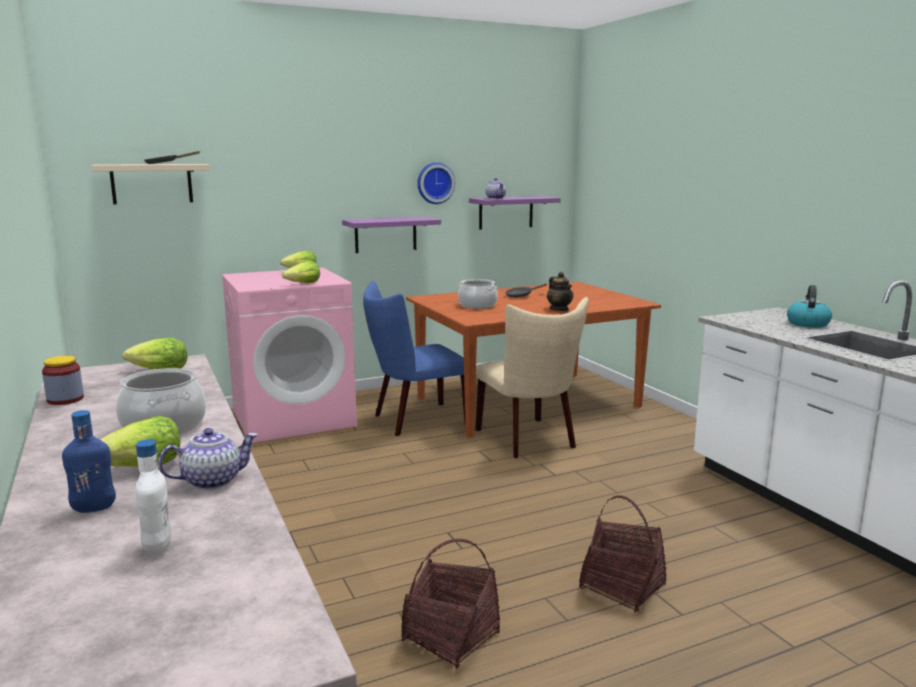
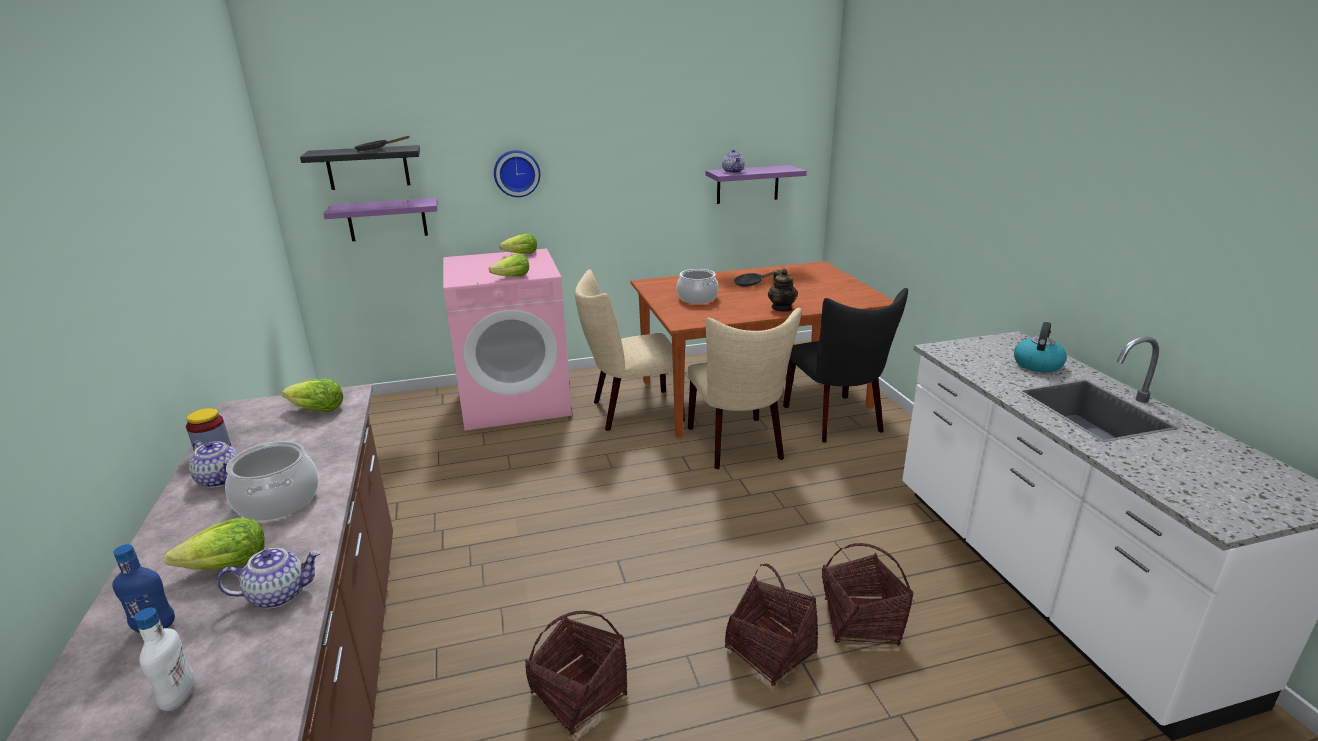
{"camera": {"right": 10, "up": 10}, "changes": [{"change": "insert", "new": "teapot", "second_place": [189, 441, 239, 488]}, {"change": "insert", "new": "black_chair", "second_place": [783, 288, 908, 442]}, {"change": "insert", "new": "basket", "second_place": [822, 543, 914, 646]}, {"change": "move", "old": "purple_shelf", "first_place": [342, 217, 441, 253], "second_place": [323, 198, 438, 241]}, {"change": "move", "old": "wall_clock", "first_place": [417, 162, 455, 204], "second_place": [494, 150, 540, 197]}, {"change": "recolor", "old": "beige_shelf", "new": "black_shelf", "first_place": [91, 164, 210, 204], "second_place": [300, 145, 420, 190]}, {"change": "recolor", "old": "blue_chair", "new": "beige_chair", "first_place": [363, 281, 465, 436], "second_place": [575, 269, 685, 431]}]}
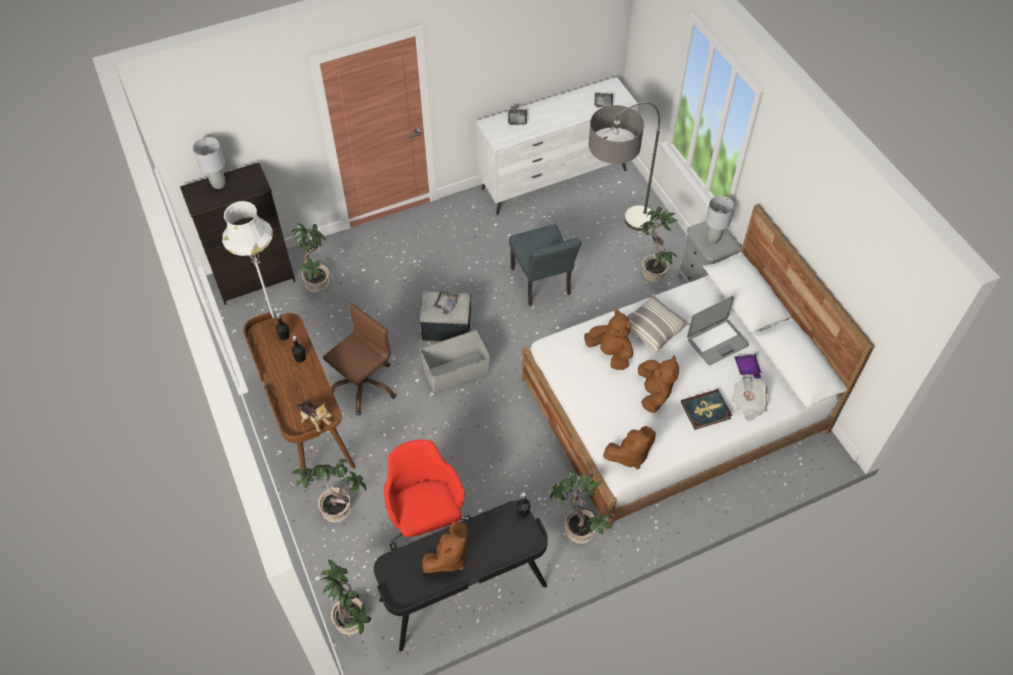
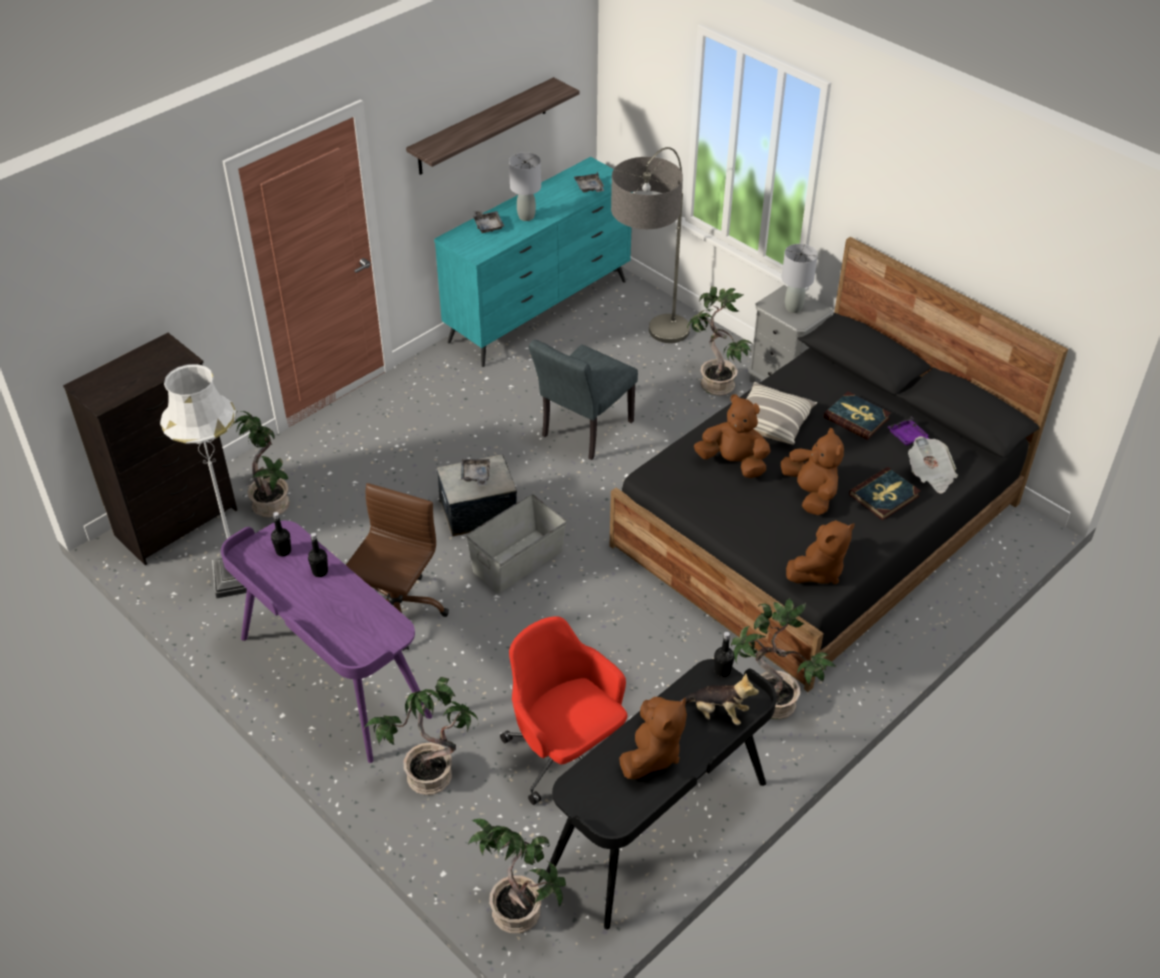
{"camera": {"right": -20, "up": -10}, "changes": [{"change": "insert", "new": "shelf", "second_place": [406, 77, 579, 175]}, {"change": "move", "old": "grey_table_lamp", "first_place": [193, 137, 225, 189], "second_place": [509, 152, 541, 221]}, {"change": "move", "old": "plush_toy", "first_place": [294, 403, 332, 432], "second_place": [680, 674, 759, 725]}, {"change": "replace", "old": "laptop", "new": "book", "first_place": [687, 296, 749, 365], "second_place": [824, 391, 891, 440]}, {"change": "recolor", "old": "brown_desk", "new": "purple_desk", "first_place": [243, 313, 356, 488], "second_place": [221, 521, 432, 763]}, {"change": "recolor", "old": "white_dresser", "new": "turquoise_dresser", "first_place": [476, 77, 639, 215], "second_place": [434, 157, 633, 367]}, {"change": "recolor", "old": "white_bed", "new": "black_bed", "first_place": [522, 204, 875, 530], "second_place": [610, 237, 1068, 692]}, {"change": "rotate", "old": "grey_chair", "first_place": [509, 224, 581, 306], "second_place": [529, 339, 638, 460], "degrees": 75}]}
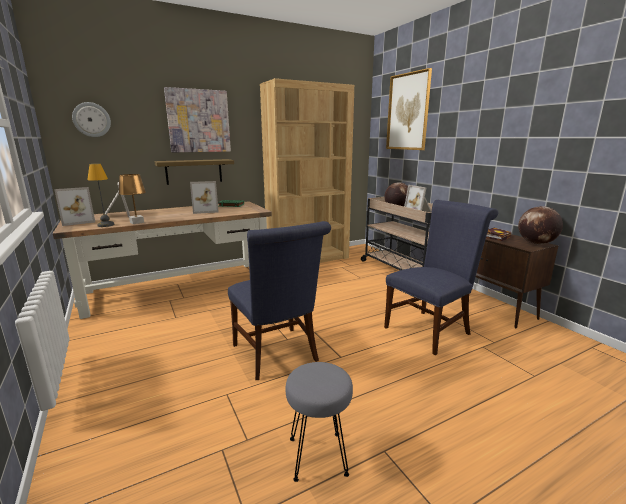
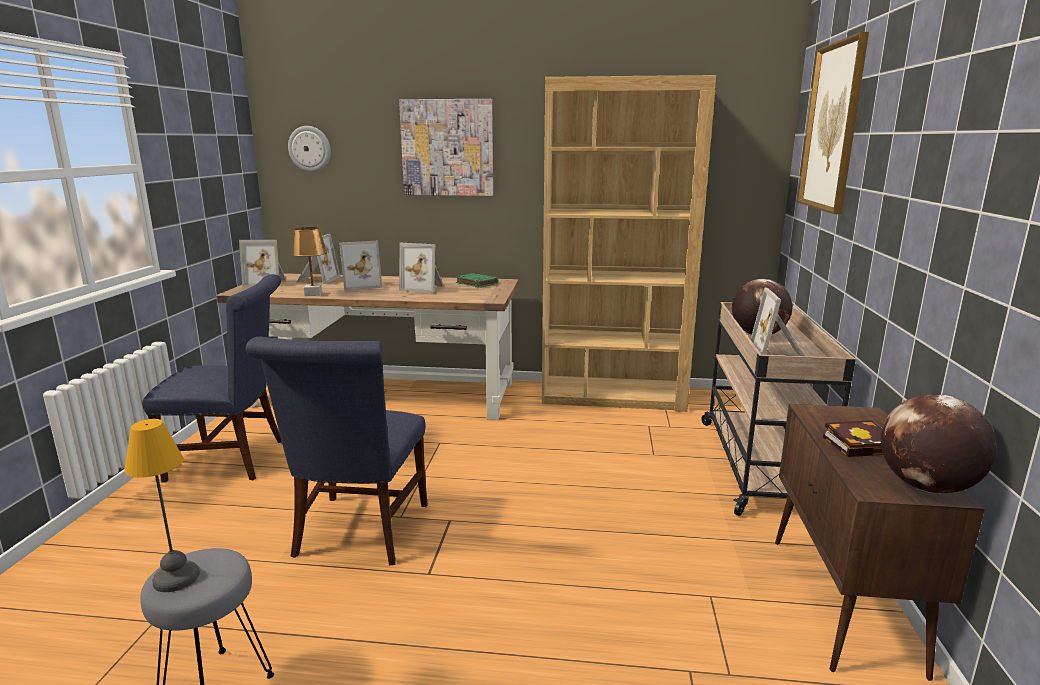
{"camera": {"right": 35, "up": 0}, "changes": [{"change": "delete", "old": "shelf", "first_place": [154, 159, 234, 185]}, {"change": "insert", "new": "picture_frame", "second_place": [339, 241, 382, 291]}, {"change": "move", "old": "table_lamp", "first_place": [87, 164, 115, 227], "second_place": [124, 419, 200, 592]}, {"change": "move", "old": "blue_chair", "first_place": [384, 200, 498, 355], "second_place": [142, 274, 282, 483]}]}
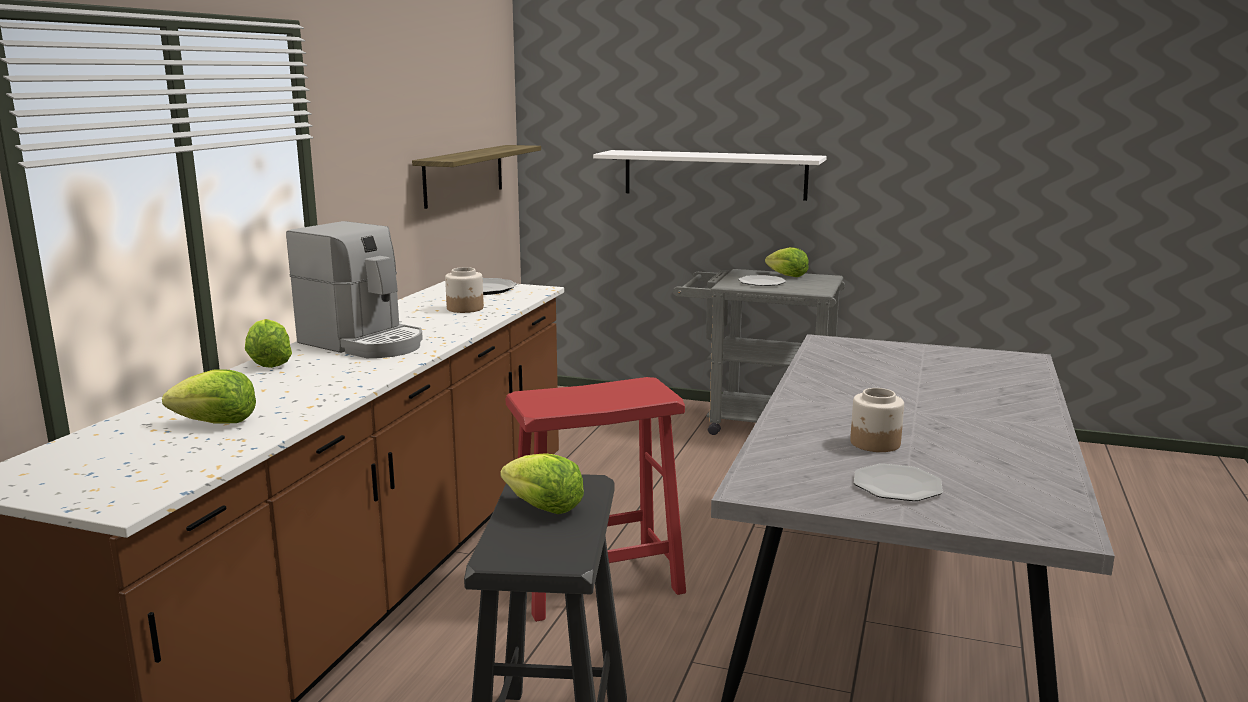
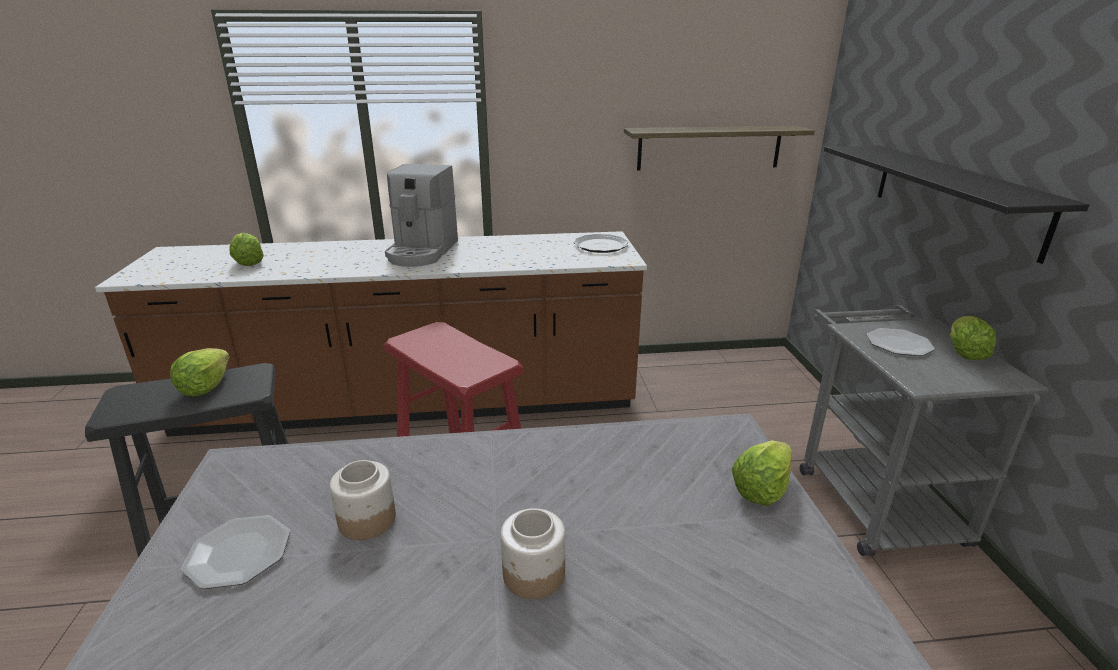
{"camera": {"right": 65, "up": 10}, "changes": [{"change": "move", "old": "lettuce", "first_place": [245, 319, 292, 368], "second_place": [732, 440, 792, 506]}, {"change": "move", "old": "jar", "first_place": [445, 267, 484, 313], "second_place": [501, 508, 565, 599]}, {"change": "recolor", "old": "white_shelf", "new": "black_shelf", "first_place": [593, 150, 827, 201], "second_place": [824, 145, 1089, 264]}]}
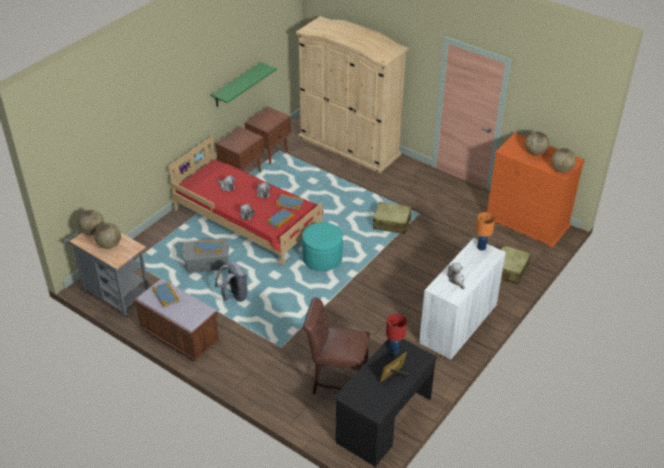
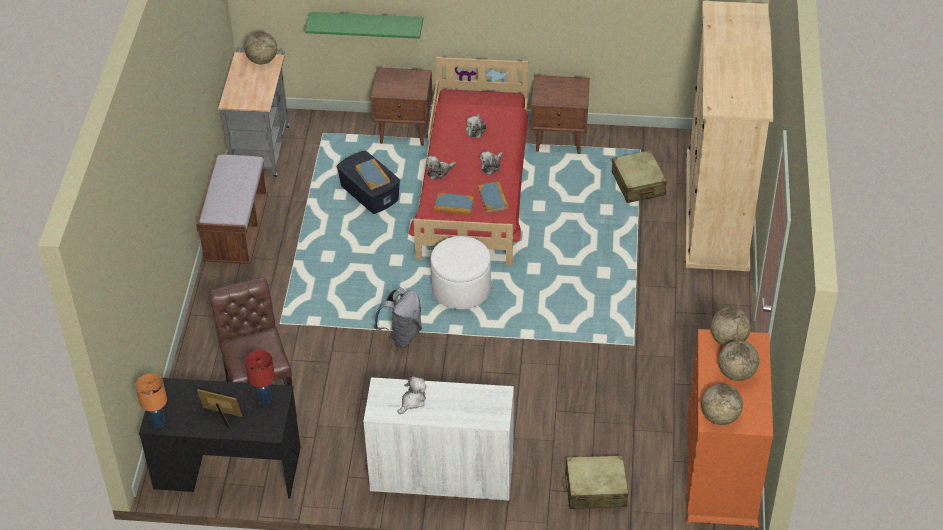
{"camera": {"right": 60, "up": 5}, "changes": [{"change": "delete", "old": "book", "first_place": [153, 282, 179, 307]}, {"change": "move", "old": "globe", "first_place": [95, 223, 121, 249], "second_place": [711, 307, 751, 346]}, {"change": "move", "old": "green_shelf", "first_place": [211, 62, 277, 107], "second_place": [305, 12, 423, 39]}, {"change": "move", "old": "grey_backpack", "first_place": [215, 261, 248, 302], "second_place": [374, 287, 422, 348]}, {"change": "move", "old": "brown_nightstand", "first_place": [245, 106, 291, 164], "second_place": [371, 67, 432, 146]}, {"change": "move", "old": "beige_suitcase", "first_place": [373, 202, 412, 234], "second_place": [612, 150, 667, 203]}, {"change": "move", "old": "orange_table_lamp", "first_place": [475, 212, 495, 251], "second_place": [135, 374, 167, 428]}, {"change": "recolor", "old": "grey_storage_box", "new": "blue_storage_box", "first_place": [182, 239, 229, 273], "second_place": [336, 151, 400, 214]}, {"change": "recolor", "old": "turquoise_ottoman", "new": "white_ottoman", "first_place": [302, 222, 343, 271], "second_place": [430, 236, 491, 309]}]}
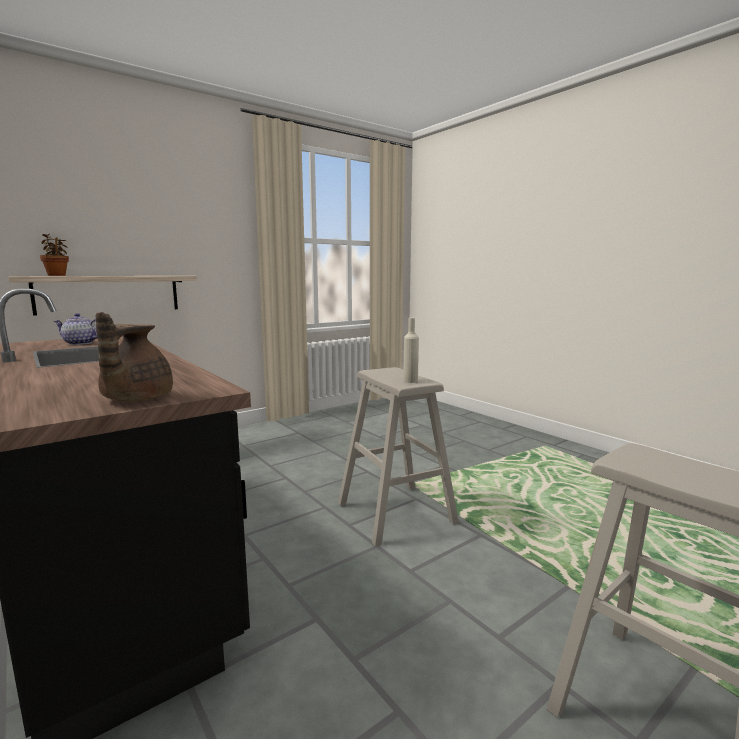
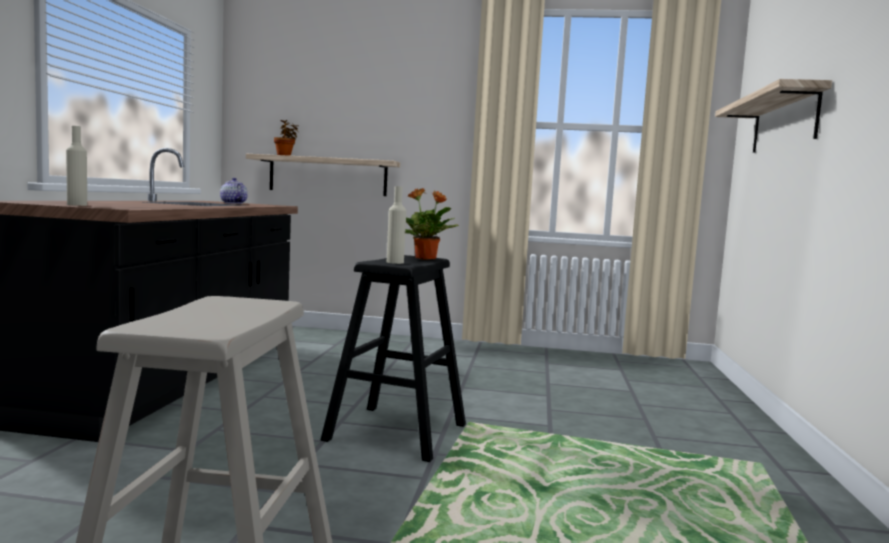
{"camera": {"right": 45, "up": -5}, "changes": [{"change": "insert", "new": "potted_plant", "second_place": [405, 188, 459, 260]}, {"change": "insert", "new": "shelf", "second_place": [715, 79, 832, 153]}, {"change": "replace", "old": "brown_teapot", "new": "beige_bottle", "first_place": [96, 312, 173, 401], "second_place": [66, 126, 87, 206]}, {"change": "recolor", "old": "beige_stool", "new": "black_stool", "first_place": [338, 367, 459, 547], "second_place": [321, 255, 466, 462]}]}
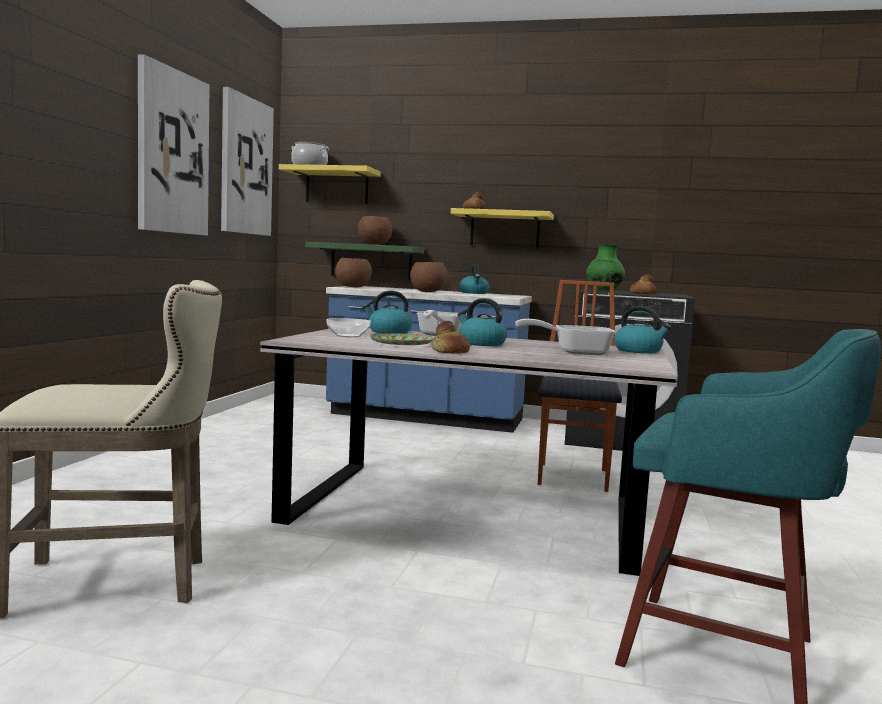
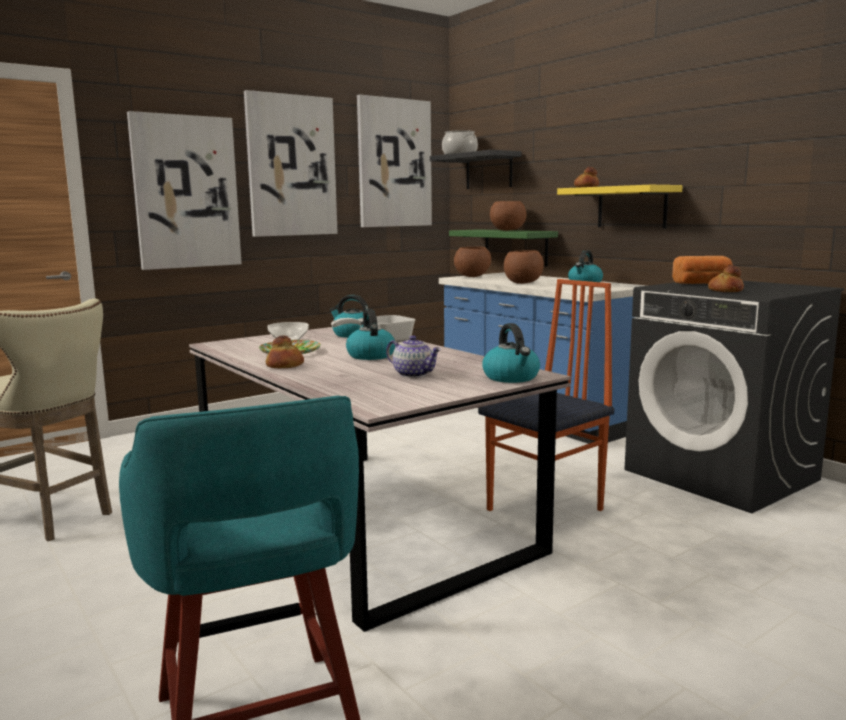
{"camera": {"right": 40, "up": 5}, "changes": [{"change": "insert", "new": "picture", "second_place": [127, 111, 242, 270]}, {"change": "replace", "old": "frying_pan", "new": "teapot", "first_place": [515, 319, 616, 355], "second_place": [386, 335, 441, 378]}, {"change": "replace", "old": "green_vase", "new": "bread", "first_place": [586, 244, 625, 291], "second_place": [672, 256, 733, 284]}, {"change": "recolor", "old": "yellow_shelf", "new": "black_shelf", "first_place": [279, 164, 381, 204], "second_place": [430, 150, 522, 189]}]}
